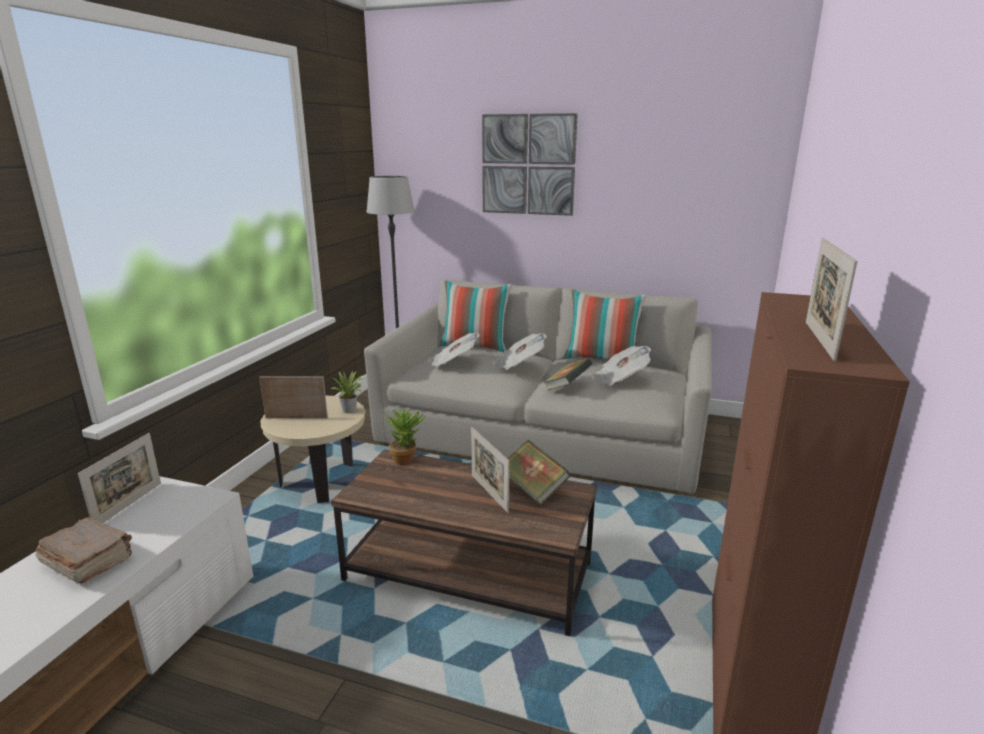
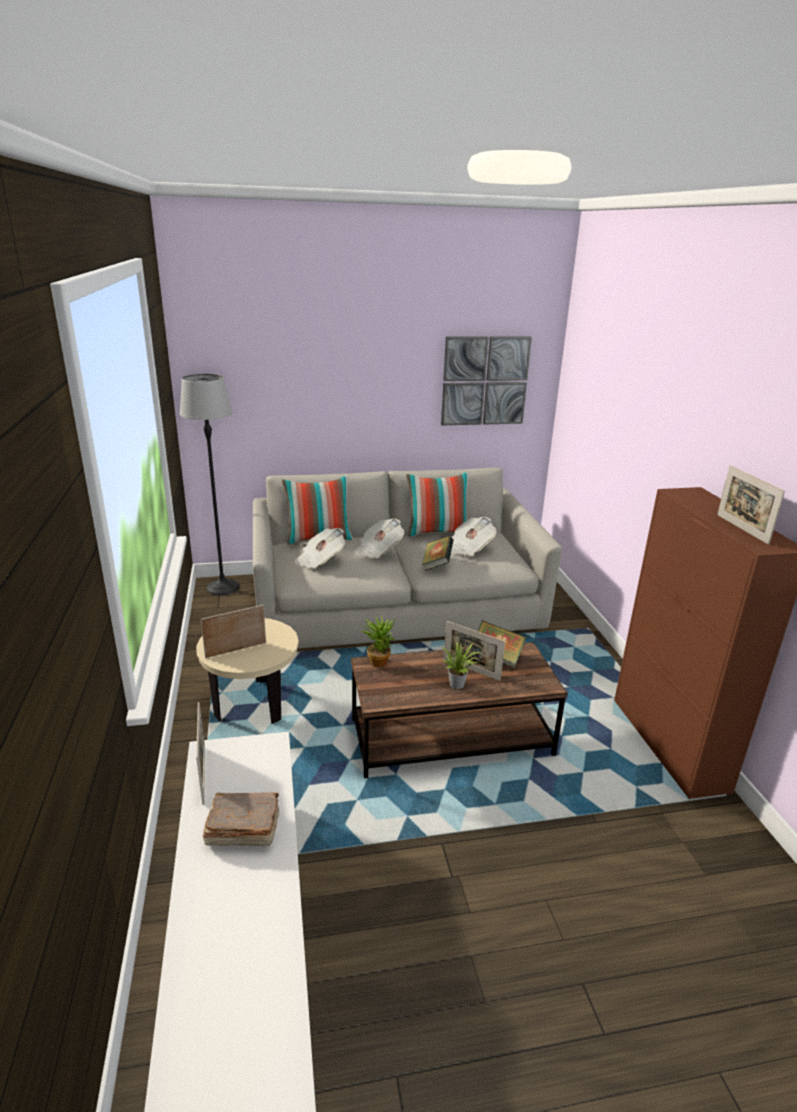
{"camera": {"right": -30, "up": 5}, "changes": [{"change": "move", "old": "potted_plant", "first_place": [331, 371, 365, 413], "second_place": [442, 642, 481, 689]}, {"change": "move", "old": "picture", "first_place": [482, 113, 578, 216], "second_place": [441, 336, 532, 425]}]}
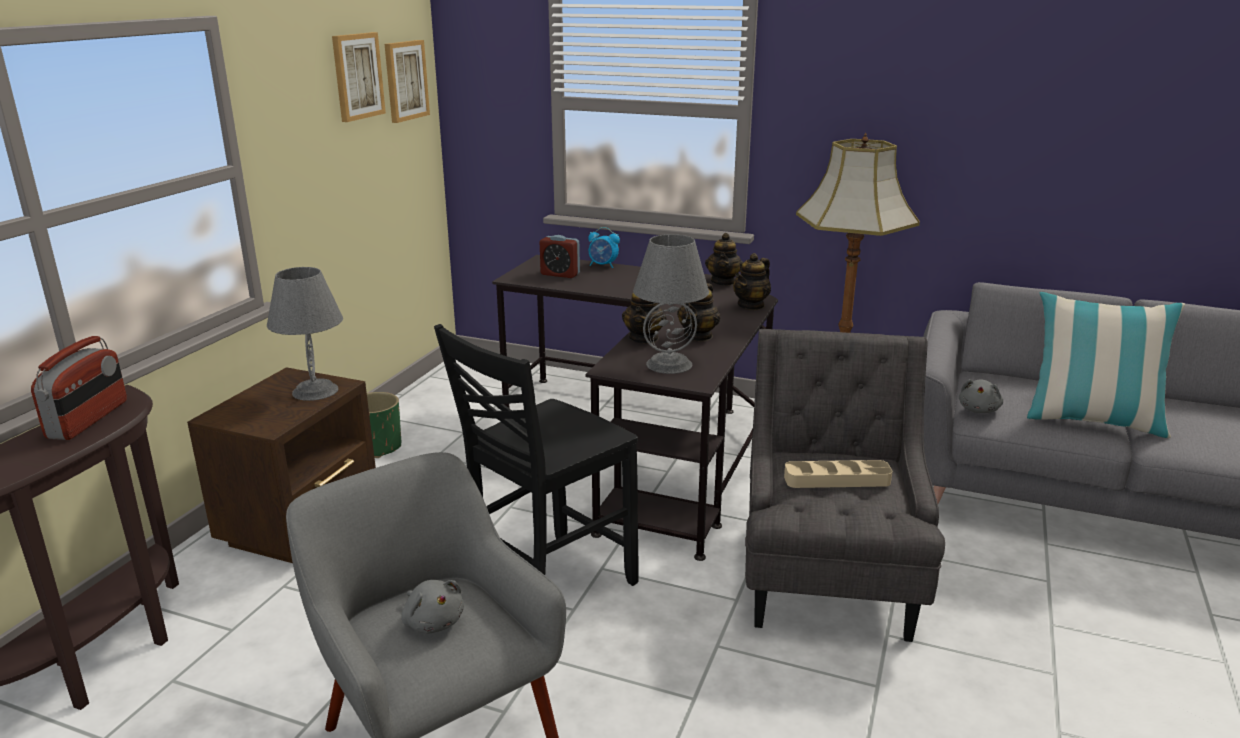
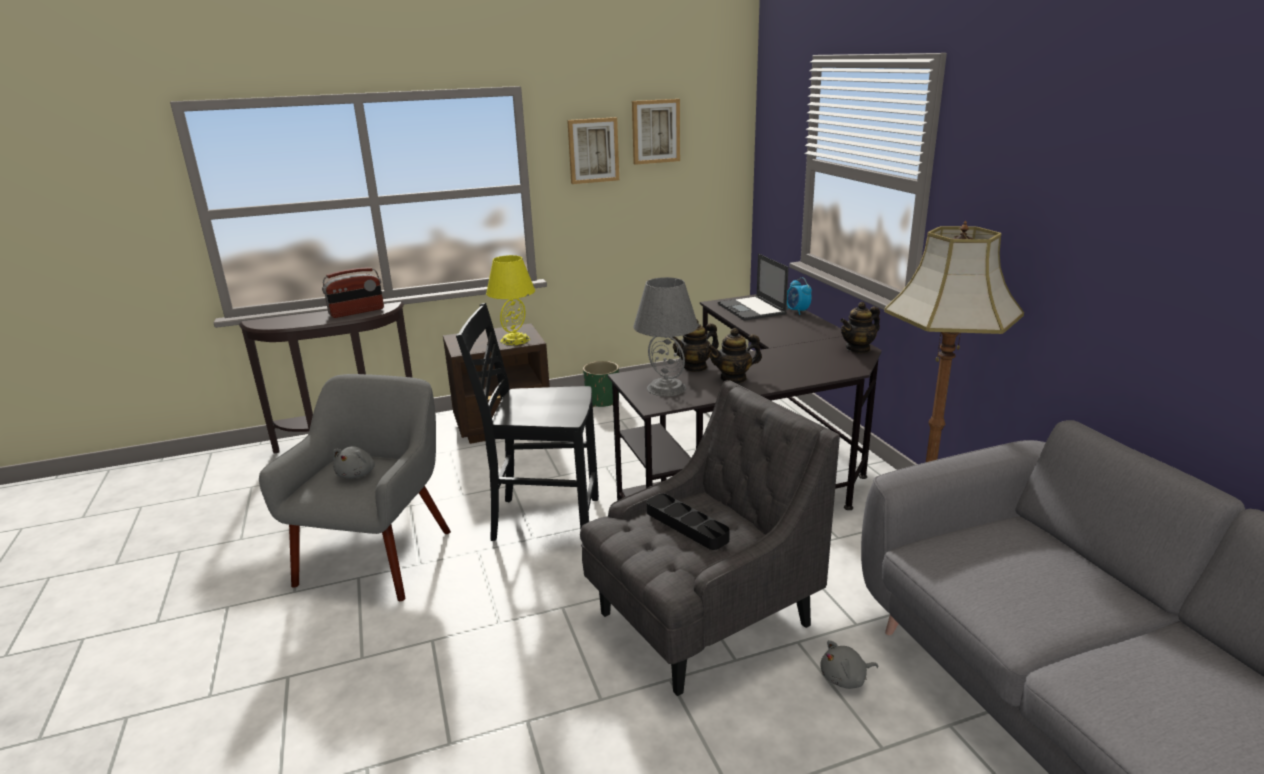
{"camera": {"right": 50, "up": 0}, "changes": [{"change": "delete", "old": "teapot", "first_place": [733, 253, 771, 310]}, {"change": "delete", "old": "pillow", "first_place": [1027, 292, 1185, 438]}, {"change": "move", "old": "picture", "first_place": [385, 40, 430, 123], "second_place": [567, 117, 619, 184]}, {"change": "move", "old": "grey_plush_toy", "first_place": [959, 379, 1003, 413], "second_place": [820, 640, 879, 689]}, {"change": "replace", "old": "alarm_clock", "new": "laptop", "first_place": [540, 235, 580, 278], "second_place": [718, 254, 789, 321]}, {"change": "recolor", "old": "grey_table_lamp", "new": "yellow_table_lamp", "first_place": [267, 267, 343, 401], "second_place": [486, 255, 535, 345]}, {"change": "recolor", "old": "beige_tray", "new": "black_tray", "first_place": [784, 460, 892, 488], "second_place": [647, 493, 730, 550]}]}
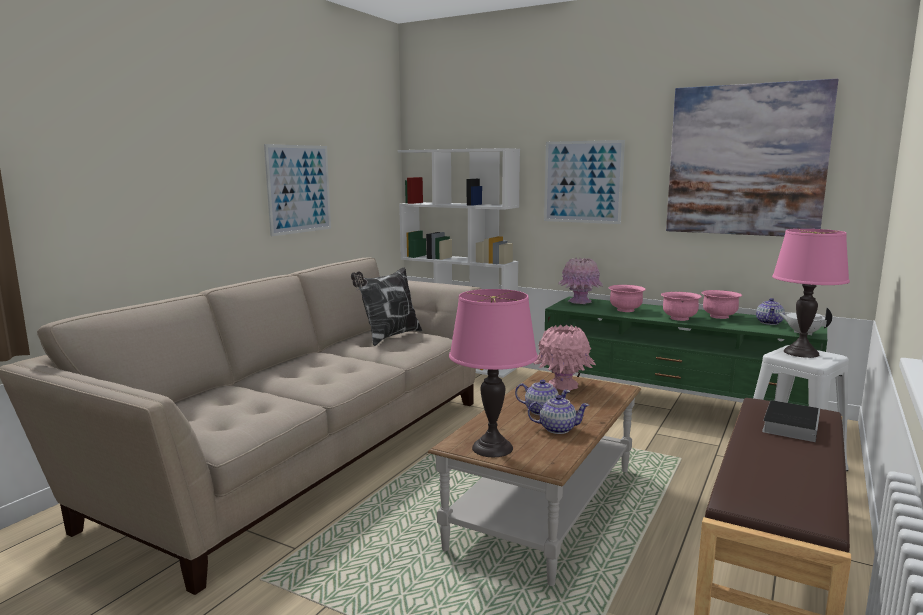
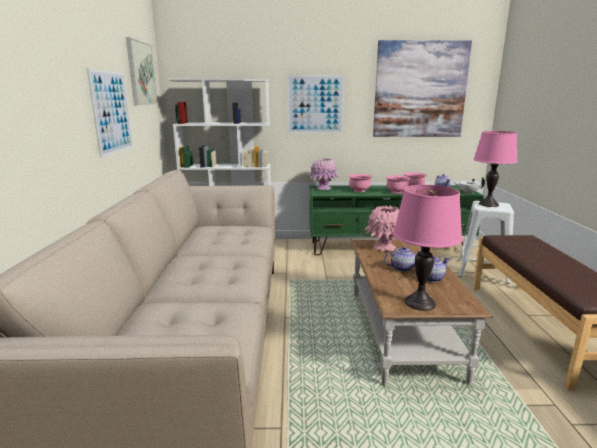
{"camera": {"right": -30, "up": 5}, "changes": [{"change": "delete", "old": "pillow", "first_place": [351, 267, 422, 346]}, {"change": "delete", "old": "book", "first_place": [762, 400, 820, 442]}, {"change": "insert", "new": "picture", "second_place": [126, 37, 158, 106]}]}
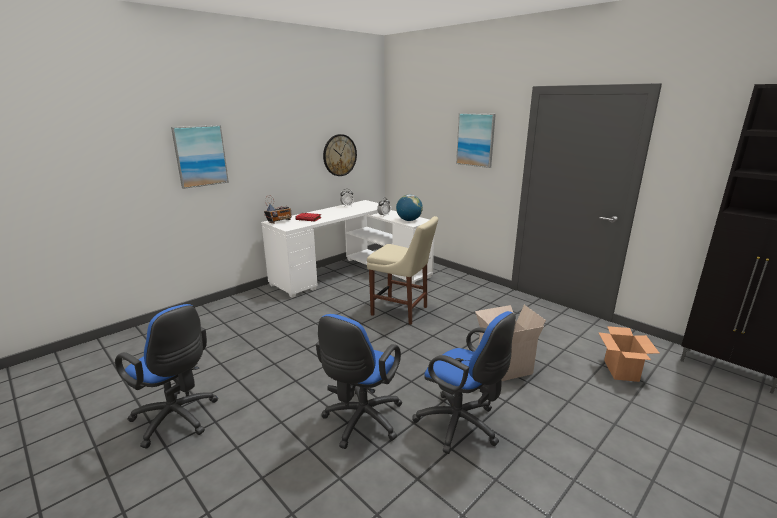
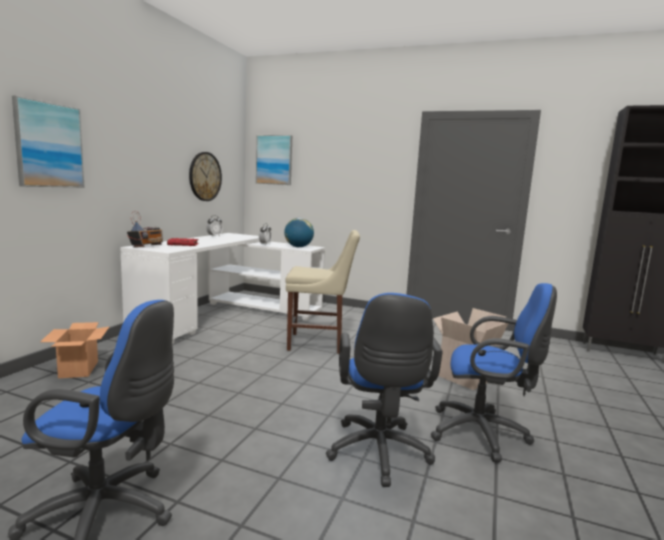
{"camera": {"right": -25, "up": -10}, "changes": [{"change": "move", "old": "picture", "first_place": [456, 113, 496, 168], "second_place": [256, 135, 292, 185]}, {"change": "move", "old": "cardboard_box", "first_place": [598, 326, 660, 382], "second_place": [40, 322, 109, 378]}]}
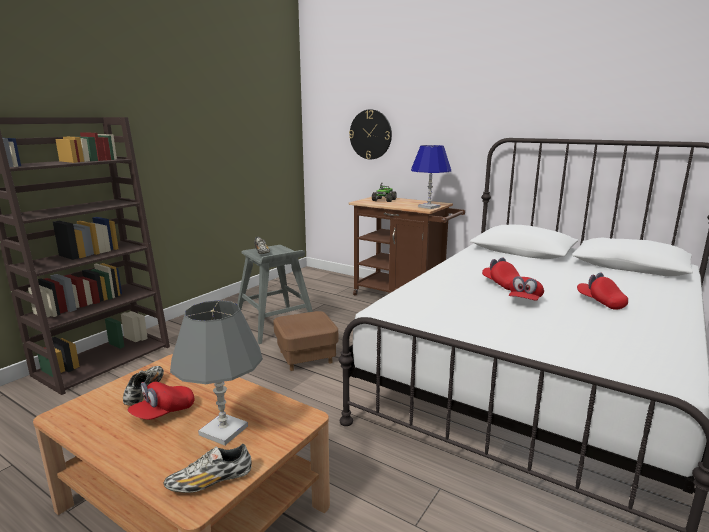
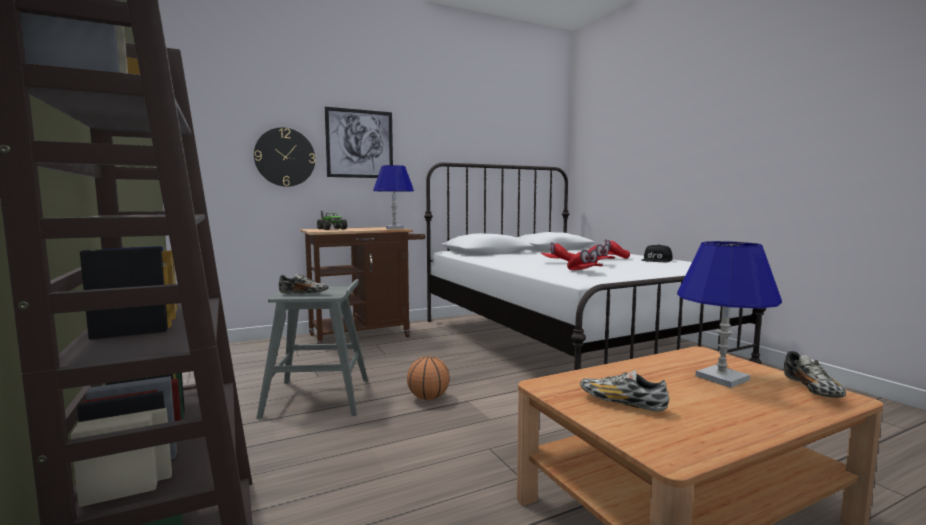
{"camera": {"right": -60, "up": -10}, "changes": [{"change": "insert", "new": "picture", "second_place": [325, 107, 393, 178]}, {"change": "insert", "new": "black_cap", "second_place": [642, 244, 673, 262]}, {"change": "move", "old": "red_cap", "first_place": [128, 382, 195, 420], "second_place": [567, 249, 603, 270]}, {"change": "replace", "old": "brown_ottoman", "new": "basketball", "first_place": [273, 311, 338, 371], "second_place": [407, 356, 450, 400]}, {"change": "recolor", "old": "grey_table_lamp", "new": "blue_table_lamp", "first_place": [170, 300, 263, 446], "second_place": [677, 241, 782, 388]}]}
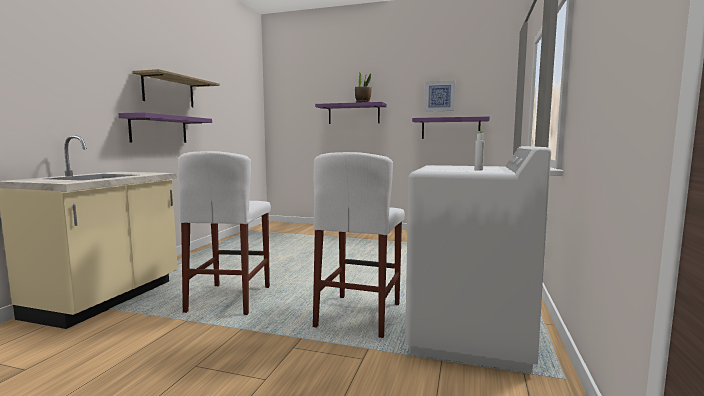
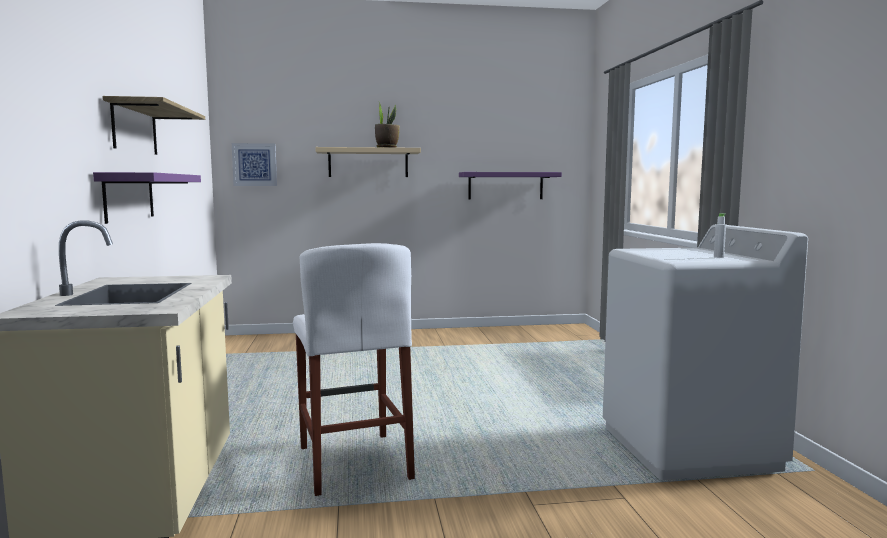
{"camera": {"right": -25, "up": 0}, "changes": [{"change": "delete", "old": "white_stool", "first_place": [313, 152, 405, 338]}, {"change": "move", "old": "picture", "first_place": [424, 80, 455, 112], "second_place": [232, 143, 277, 186]}, {"change": "recolor", "old": "purple_shelf", "new": "beige_shelf", "first_place": [315, 102, 387, 124], "second_place": [315, 147, 421, 177]}]}
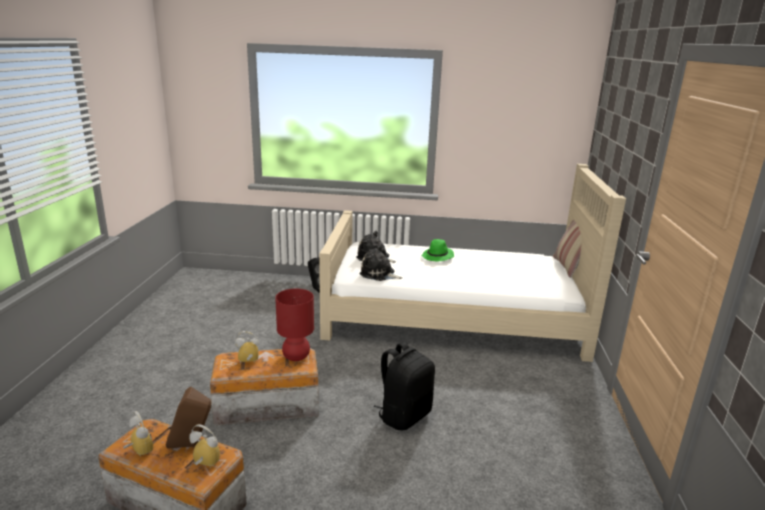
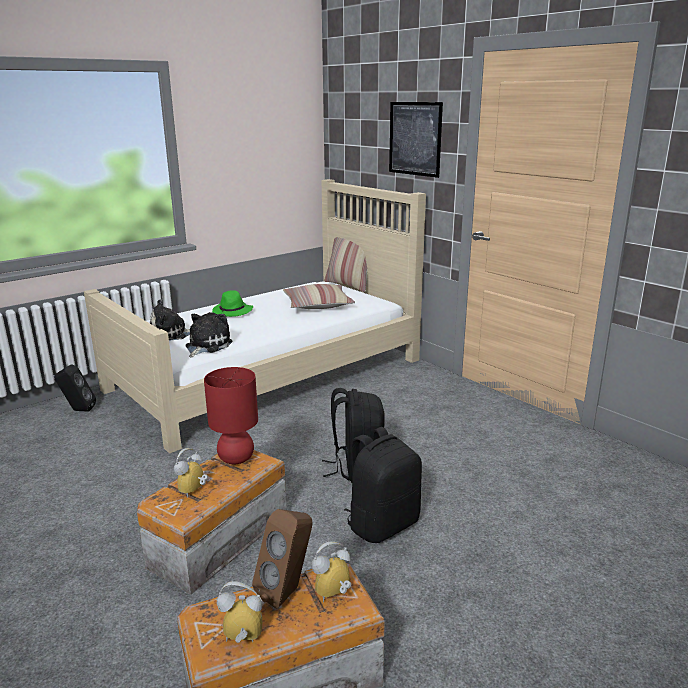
{"camera": {"right": -45, "up": 0}, "changes": [{"change": "insert", "new": "pillow", "second_place": [283, 284, 355, 309]}, {"change": "insert", "new": "black_backpack", "second_place": [344, 427, 422, 543]}, {"change": "insert", "new": "picture", "second_place": [389, 102, 443, 178]}, {"change": "rotate", "old": "plush_toy", "first_place": [359, 245, 403, 281], "second_place": [185, 312, 233, 358], "degrees": 135}]}
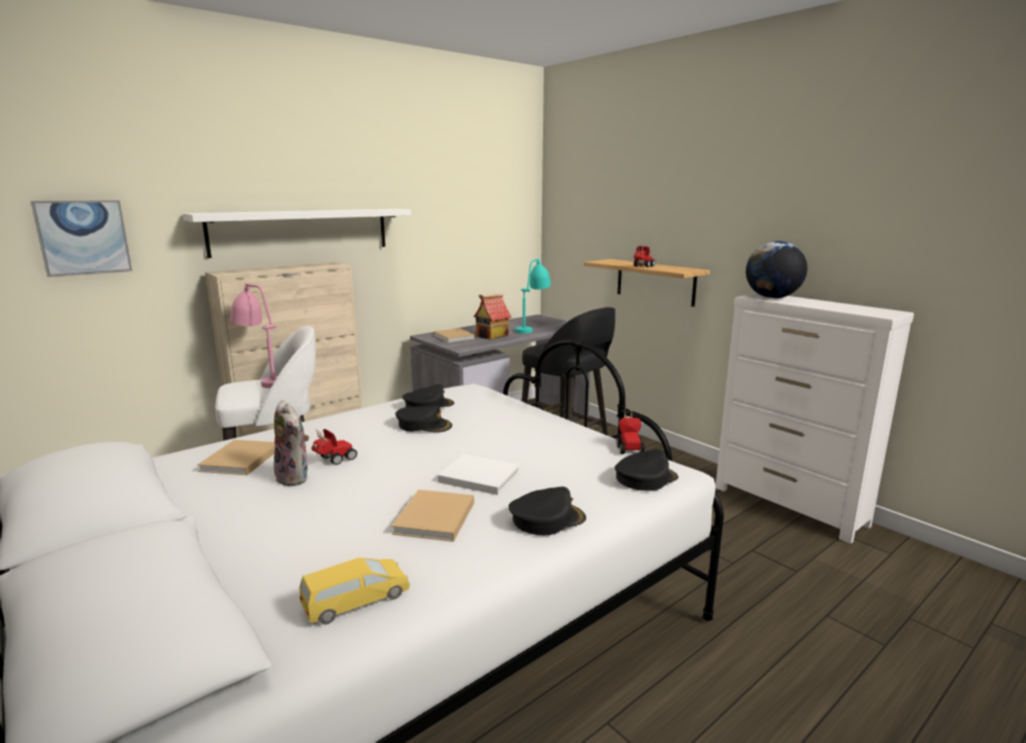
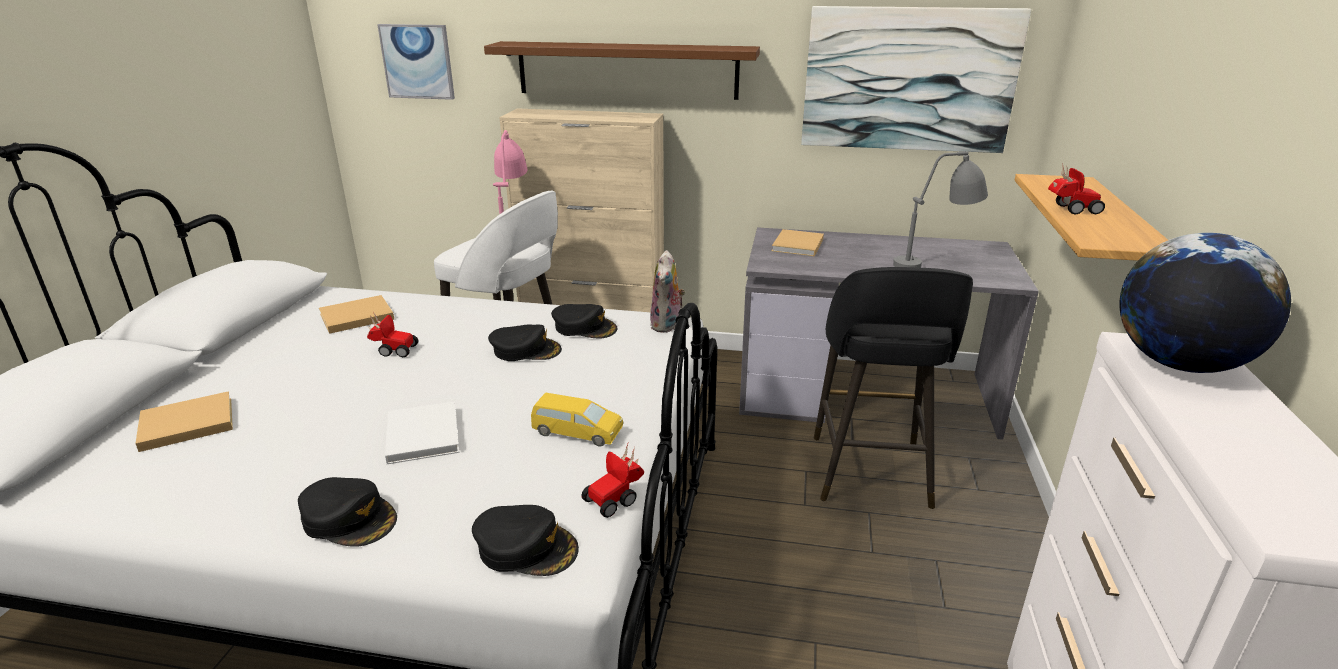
{"camera": {"right": 50, "up": 10}, "changes": [{"change": "delete", "old": "toy_house", "first_place": [474, 294, 511, 340]}, {"change": "insert", "new": "picture", "second_place": [801, 6, 1031, 153]}, {"change": "move", "old": "plush_toy", "first_place": [274, 400, 309, 486], "second_place": [650, 250, 685, 333]}, {"change": "move", "old": "yellow_toy_car", "first_place": [299, 558, 410, 625], "second_place": [531, 393, 623, 447]}, {"change": "move", "old": "beige_book", "first_place": [391, 490, 474, 542], "second_place": [135, 391, 233, 452]}, {"change": "recolor", "old": "white_shelf", "new": "brown_shelf", "first_place": [183, 209, 411, 258], "second_place": [484, 41, 760, 100]}, {"change": "recolor", "old": "turquoise_table_lamp", "new": "grey_table_lamp", "first_place": [516, 258, 551, 334], "second_place": [893, 151, 988, 268]}, {"change": "rotate", "old": "black_cap", "first_place": [395, 405, 452, 432], "second_place": [488, 324, 562, 361], "degrees": -60}]}
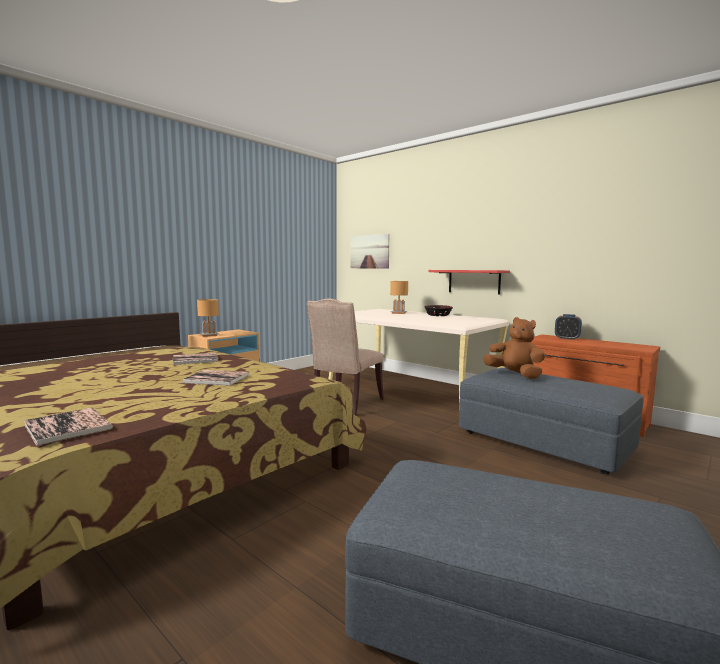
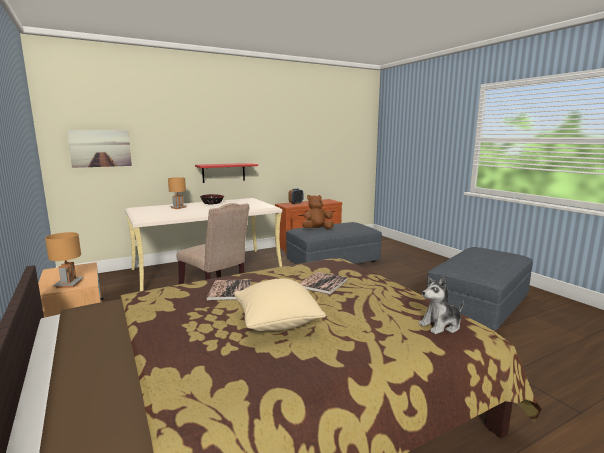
{"camera": {"right": -70, "up": 5}, "changes": [{"change": "insert", "new": "beige_pillow", "second_place": [234, 278, 326, 331]}, {"change": "replace", "old": "book", "new": "plush_toy", "first_place": [24, 408, 113, 446], "second_place": [418, 276, 464, 334]}]}
